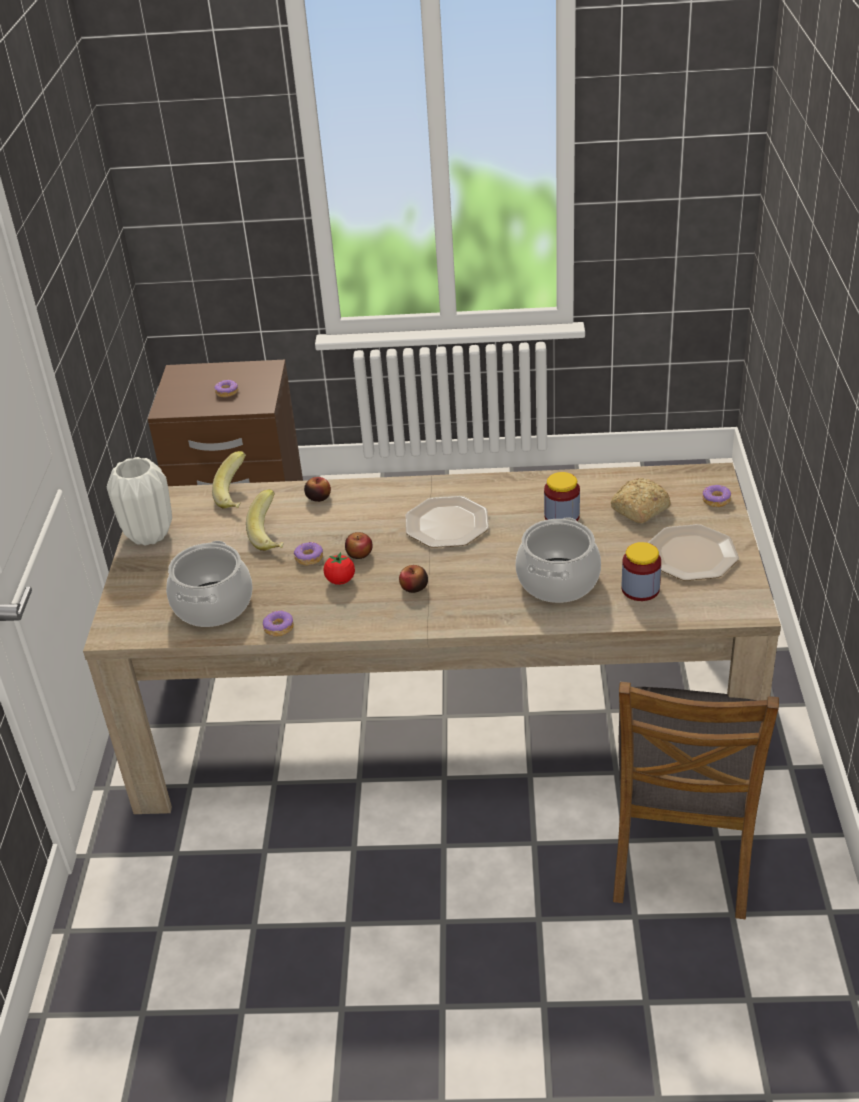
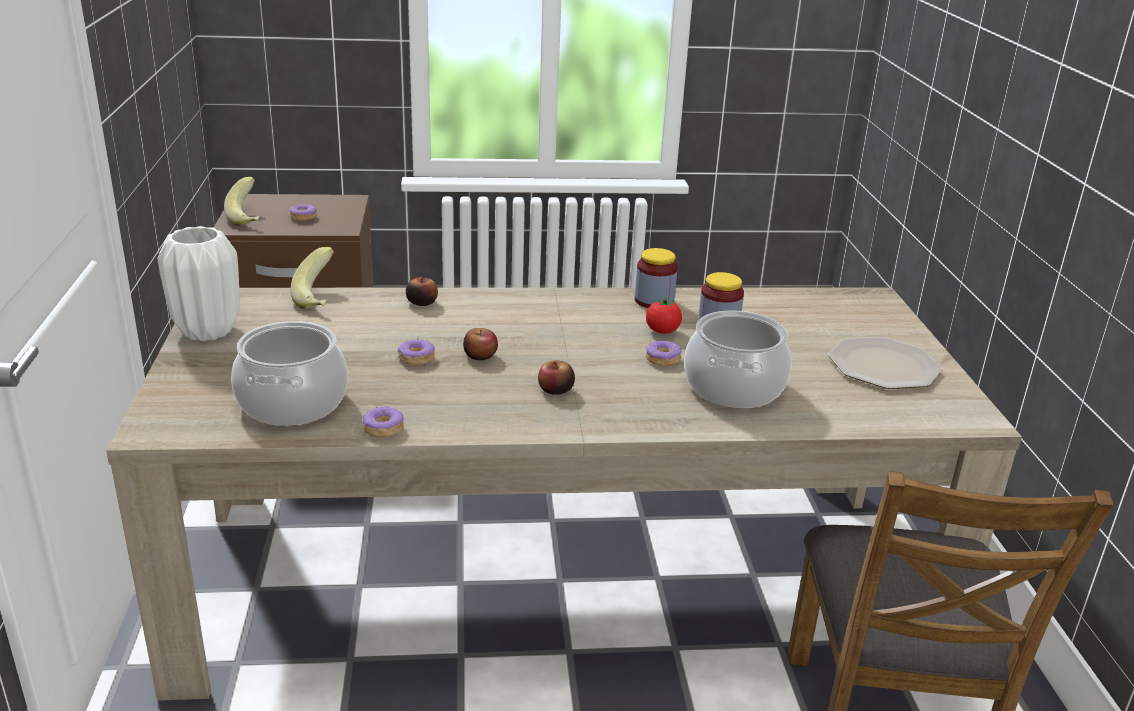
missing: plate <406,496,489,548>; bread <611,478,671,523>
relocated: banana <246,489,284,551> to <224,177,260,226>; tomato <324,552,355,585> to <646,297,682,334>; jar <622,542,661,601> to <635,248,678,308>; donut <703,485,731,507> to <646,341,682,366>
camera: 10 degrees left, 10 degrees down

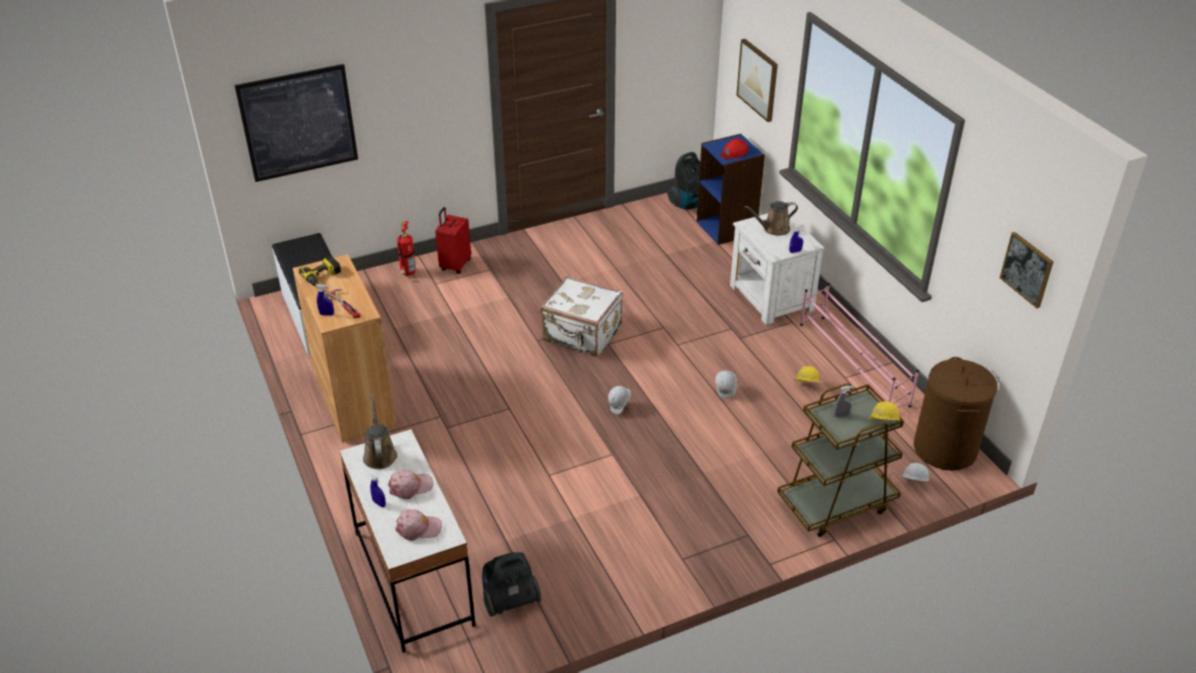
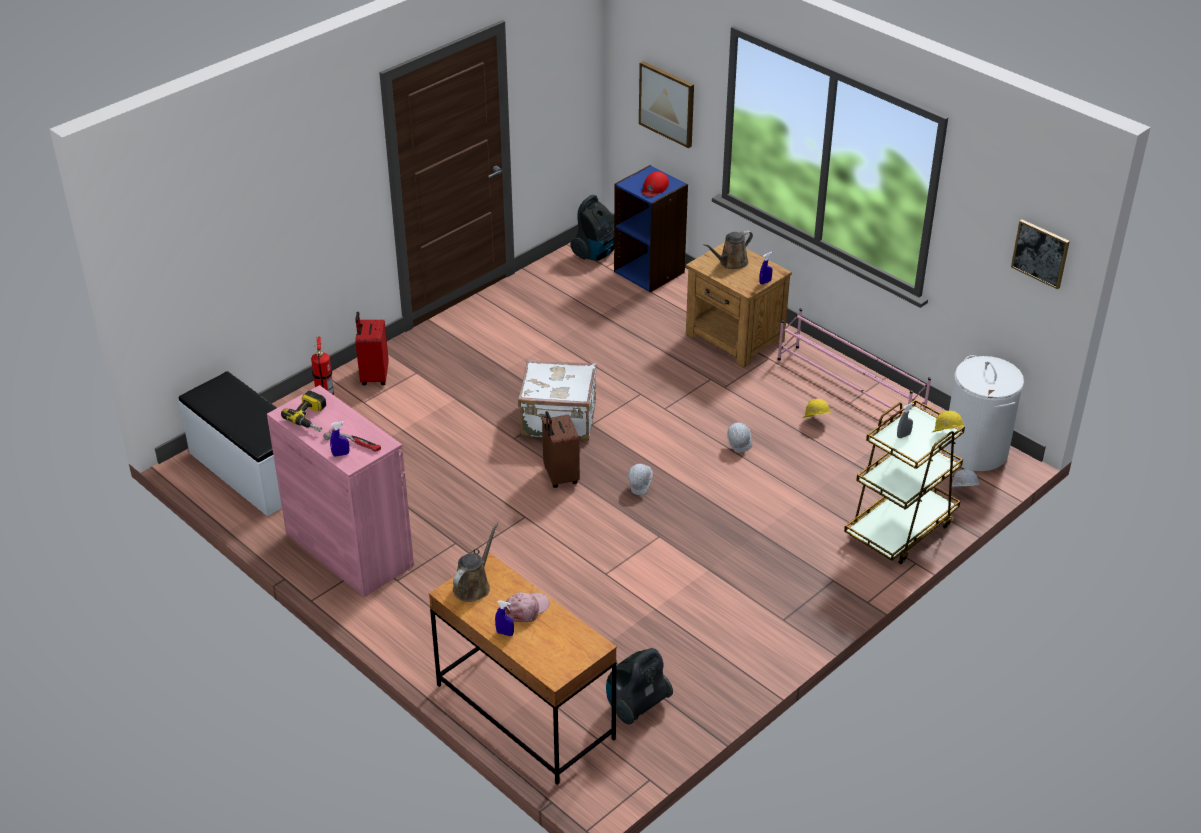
missing: picture <235,64,358,182>; cap in pink <396,509,442,541>
appeared: suitcase in brown <542,411,580,488>
colour: cabinet in brown <293,254,397,443> to cabinet in pink <267,385,414,597>; desk in white <340,429,476,653> to desk in brown <429,553,617,785>; nightstand in white <730,213,825,325> to nightstand in brown <686,242,792,368>; laundry basket in brown <914,357,998,471> to laundry basket in white <944,355,1024,471>
spun: watering can in brown <363,393,397,469> = <453,522,498,602> 60 degrees clockwise
camera: 20 degrees left, 0 degrees up

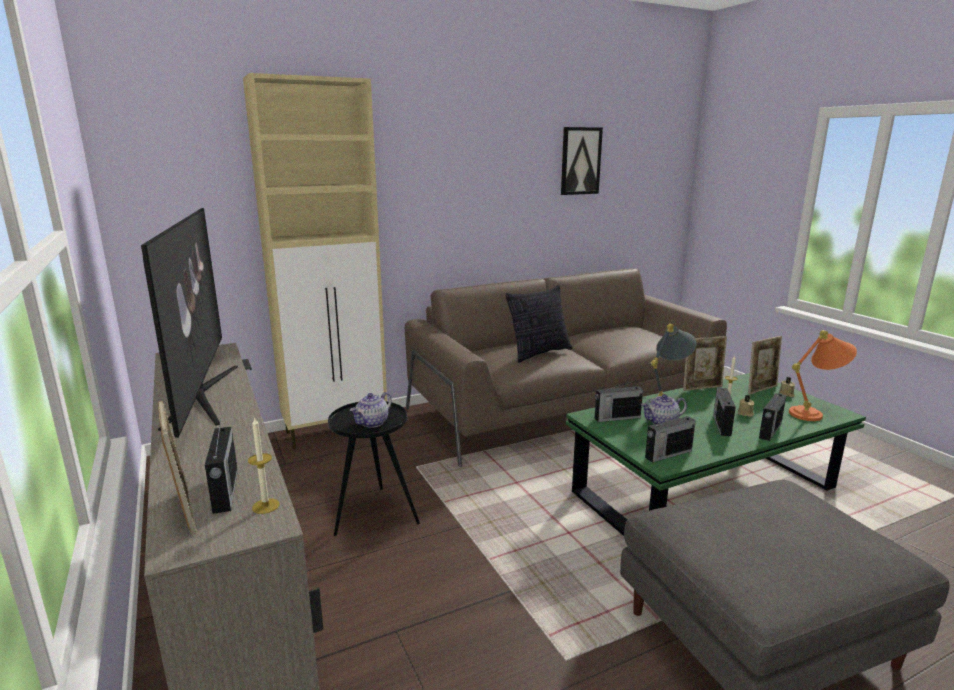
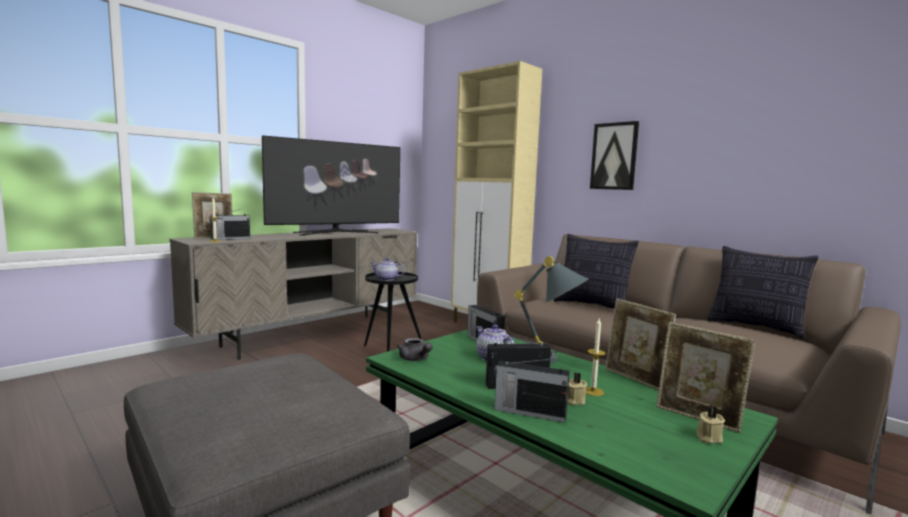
missing: table lamp in orange <789,330,857,421>
appeared: pillow <707,246,819,339>
relocated: picture <561,127,603,195> to <590,121,639,190>
exchanged: radio <645,410,696,463> to teapot in grey <397,338,433,361>
camera: 70 degrees right, 10 degrees down

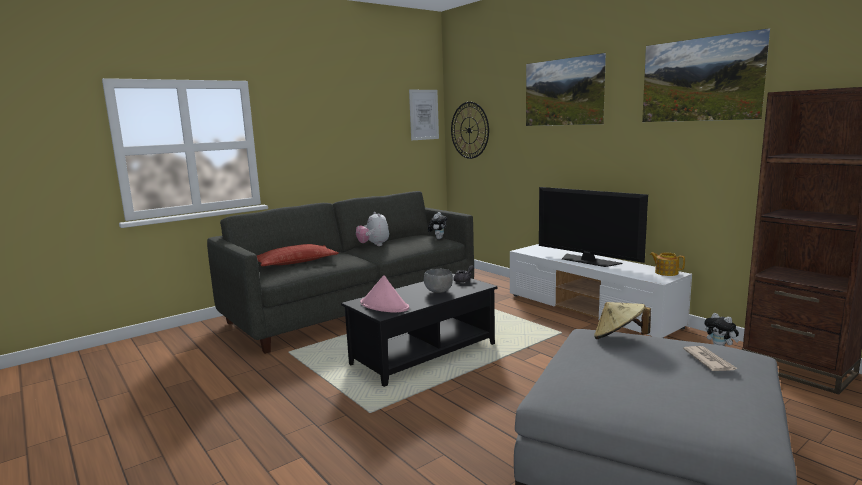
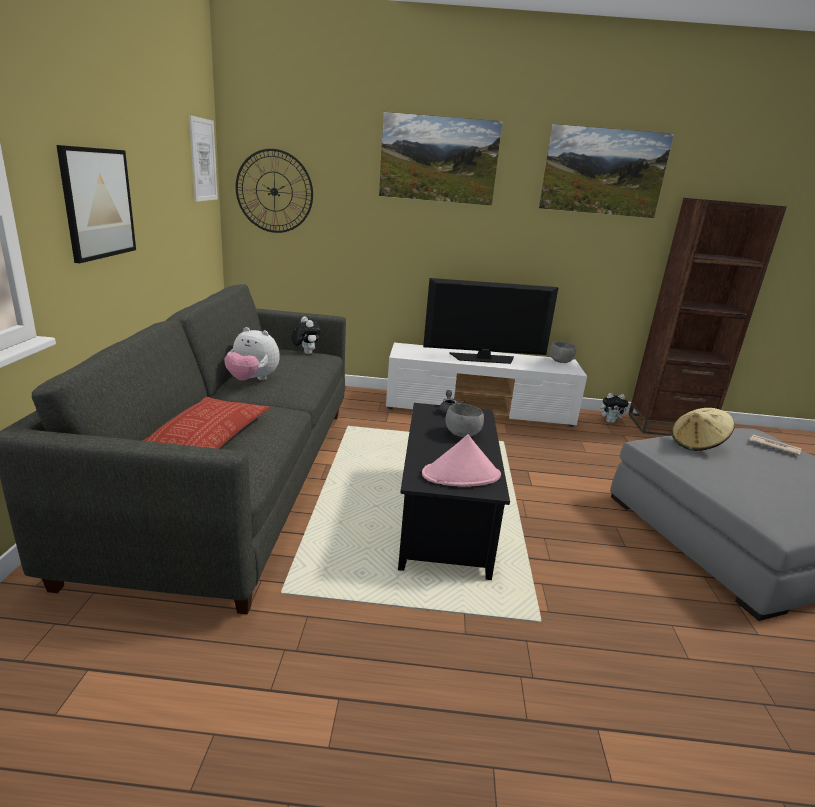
appeared: picture <56,145,136,263>
exchanged: teapot <650,252,685,276> to bowl in grey <549,341,577,363>
camera: 50 degrees left, 10 degrees up

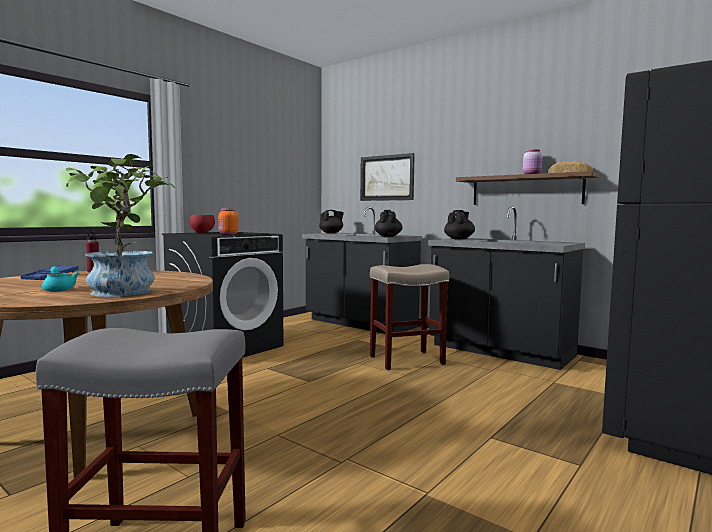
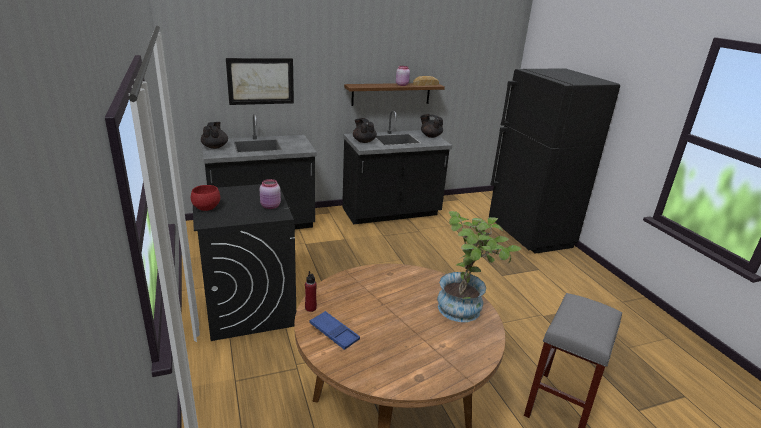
missing: teapot in turquoise <42,266,80,292>; stool in beige <370,264,449,370>
relocated: teapot in black <375,210,403,237> to <420,114,443,138>
colour: jar in orange <218,209,238,235> to jar in pink <260,179,281,209>
camera: 60 degrees left, 20 degrees up

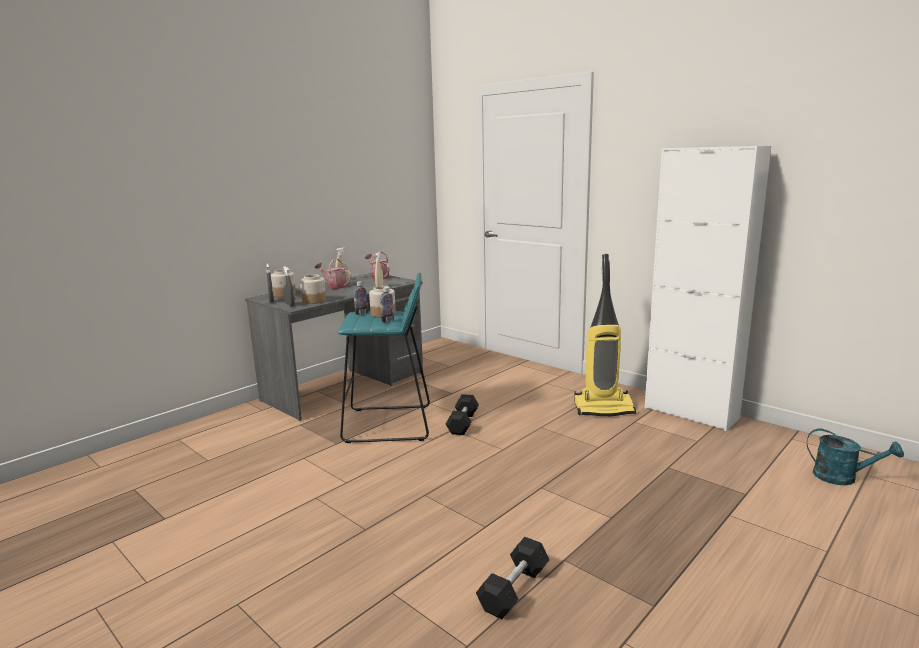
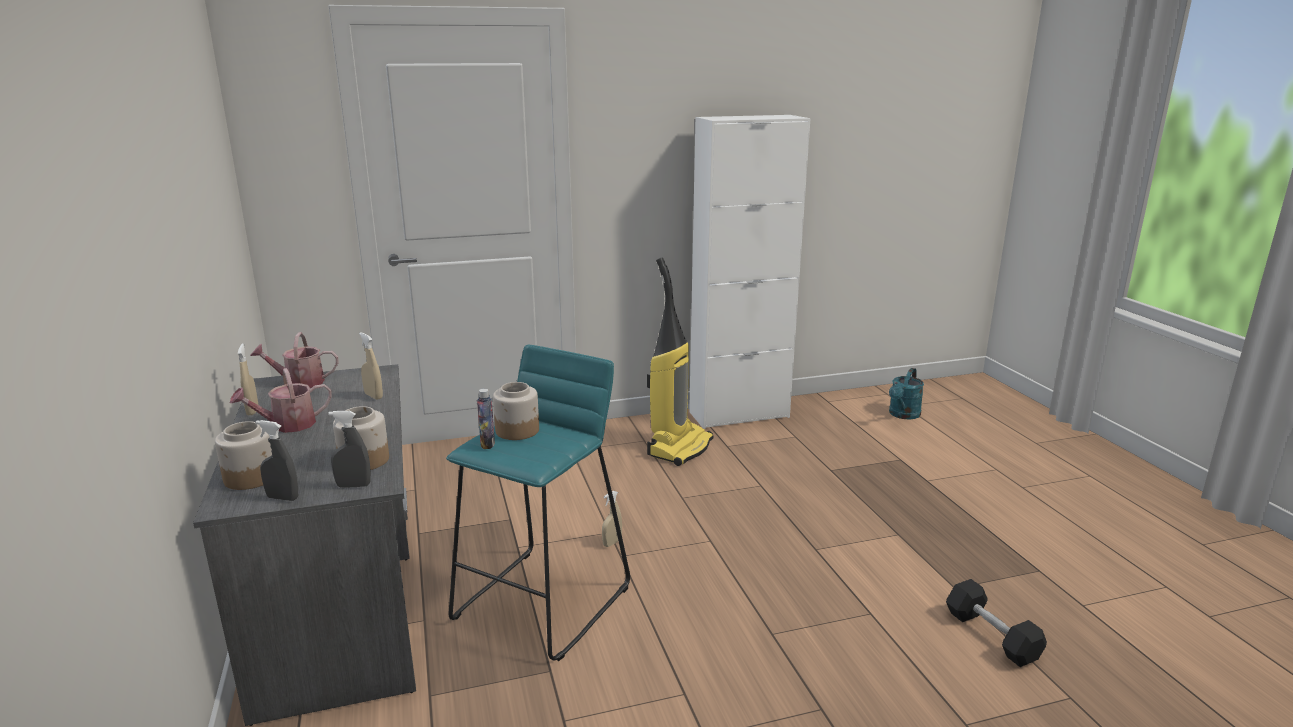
missing: bottle <380,287,394,323>
exchanged: dumbbell in black <446,394,479,435> to spray bottle in beige <602,491,622,547>
spun: watering can in turquoise <807,429,904,486> = <889,368,924,420> 150 degrees clockwise
camera: 60 degrees left, 5 degrees up

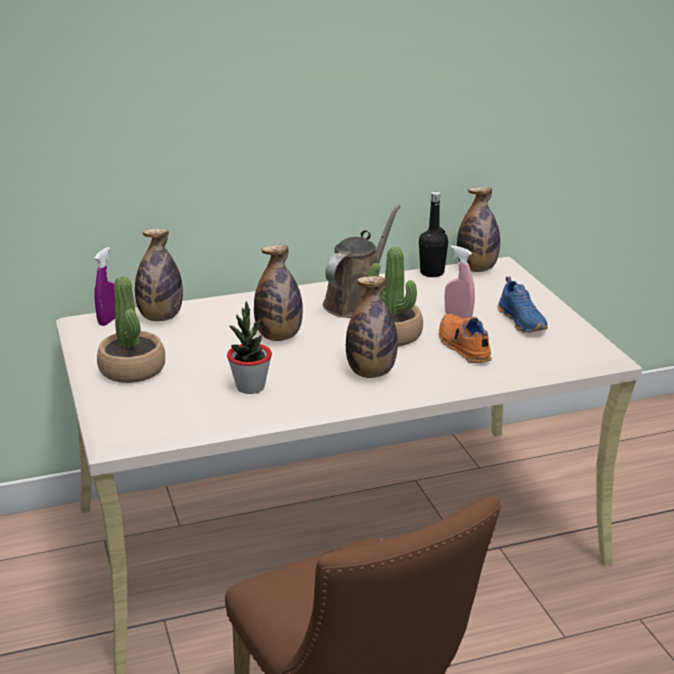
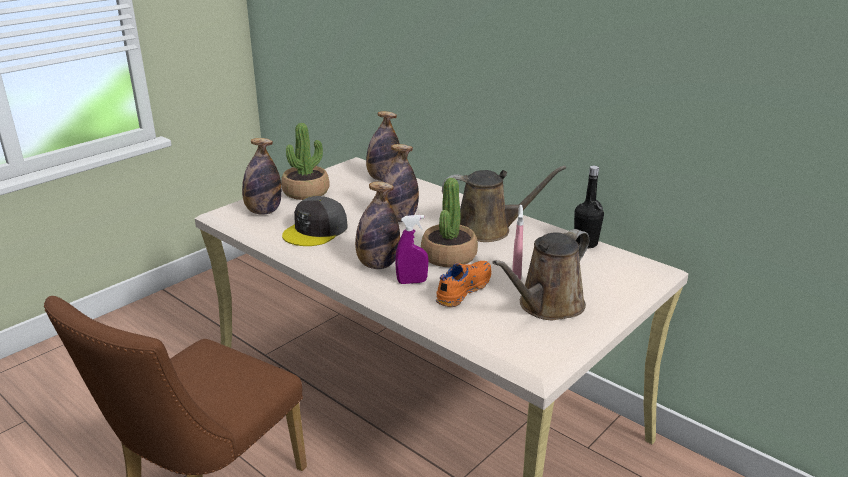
relocated: spray bottle in purple <94,247,115,326> to <395,215,429,284>; bottle <457,187,500,272> to <242,138,282,215>
exchanged: potted plant <227,301,272,394> to cap in grey <282,196,347,246>; shoe in blue <497,276,548,333> to watering can in brown <493,229,589,320>
camera: 60 degrees right, 0 degrees up

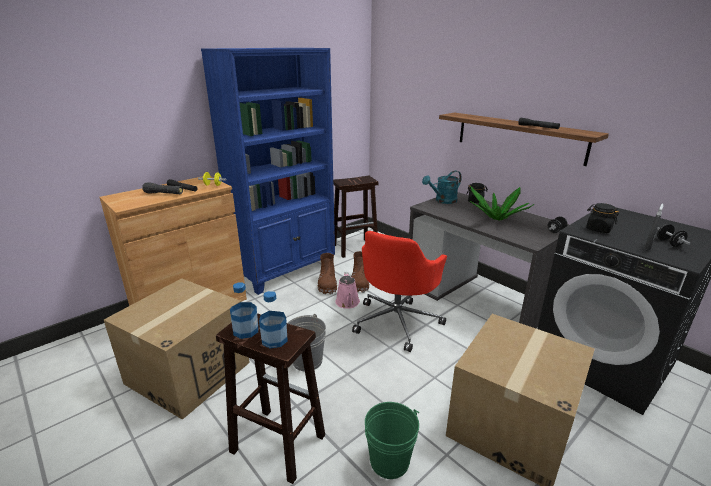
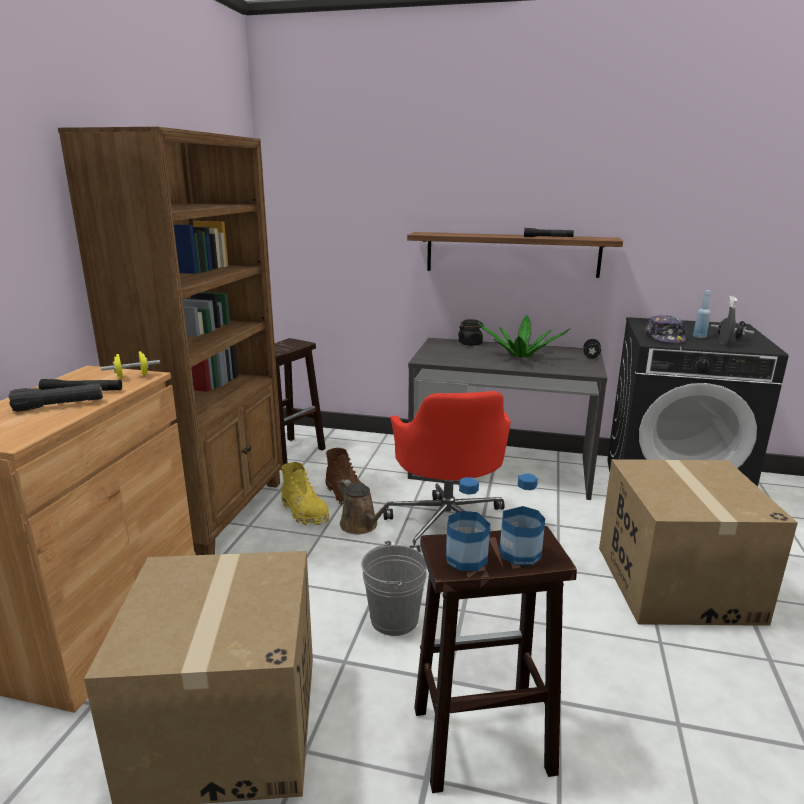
missing: bucket in green <365,402,419,479>; watering can in turquoise <422,171,462,204>
appeared: bottle in blue <693,290,711,338>
exchanged: jar in black <586,203,619,233> to cap <645,315,686,343>
colour: bookcase in blue <201,48,335,295> to bookcase in brown <58,127,283,555>; boot in brown <318,253,337,295> to boot in yellow <281,462,329,526>; watering can in pink <335,272,360,309> to watering can in brown <339,479,393,534>
camera: 35 degrees left, 5 degrees down

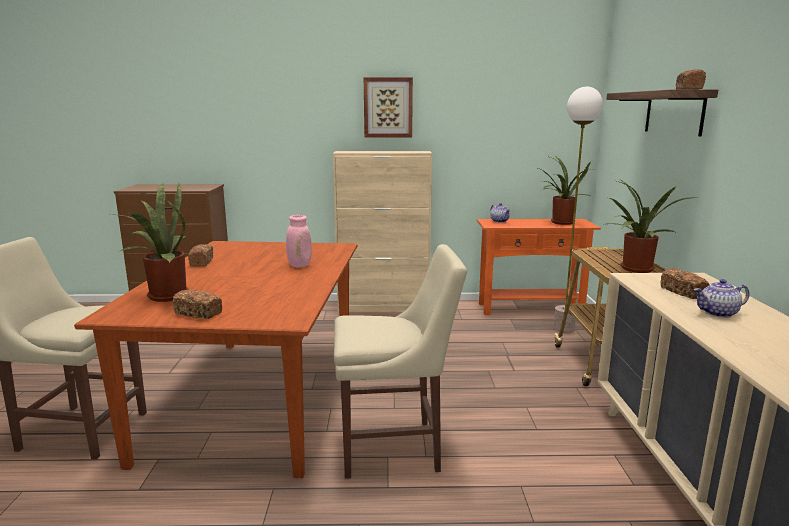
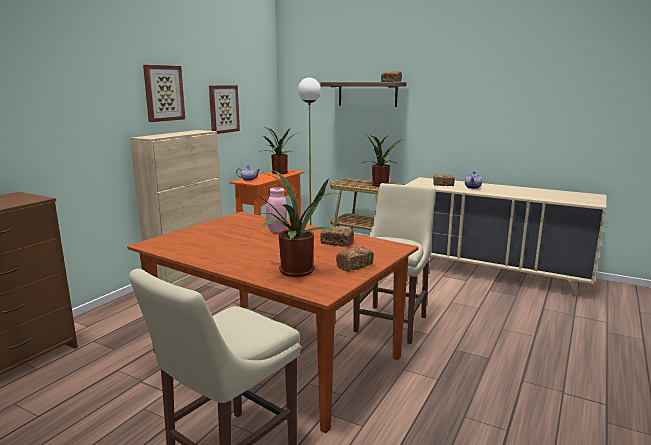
appeared: picture <209,85,240,134>
relocated: bread <188,244,213,267> to <320,227,354,247>
camera: 60 degrees left, 0 degrees up

